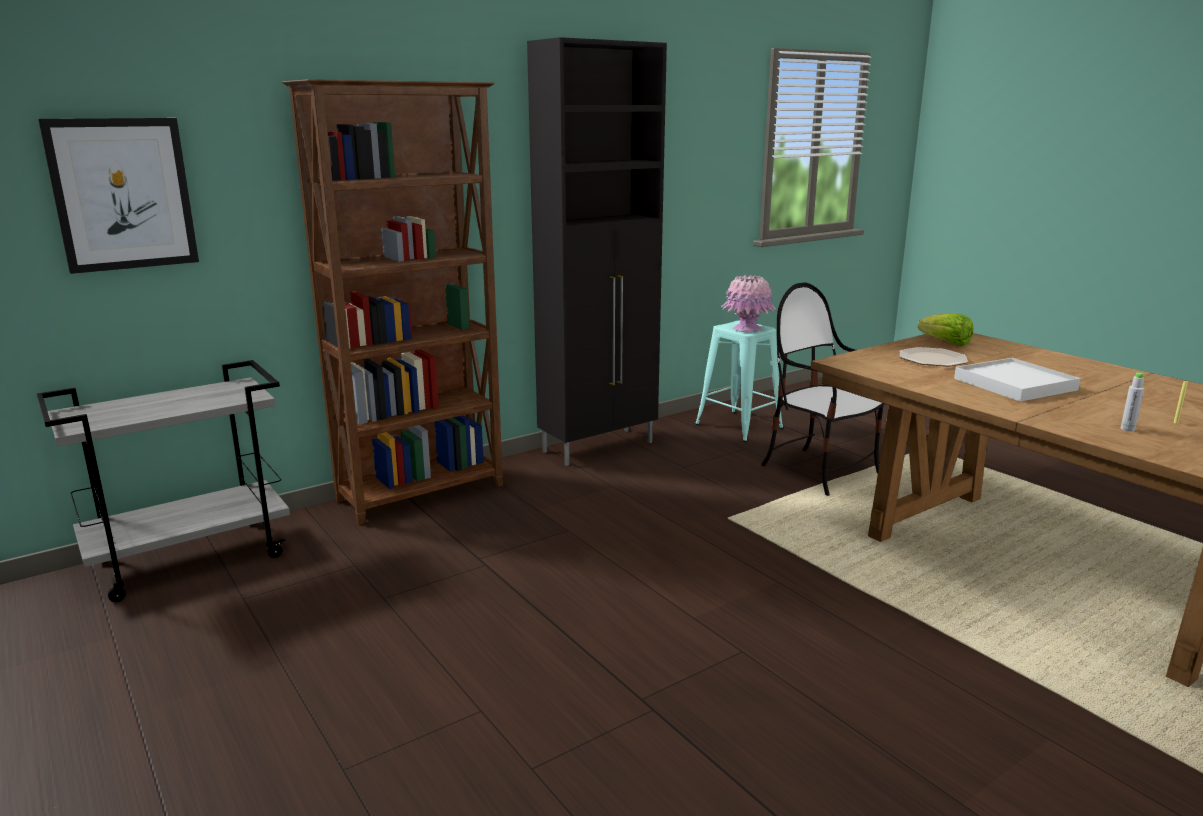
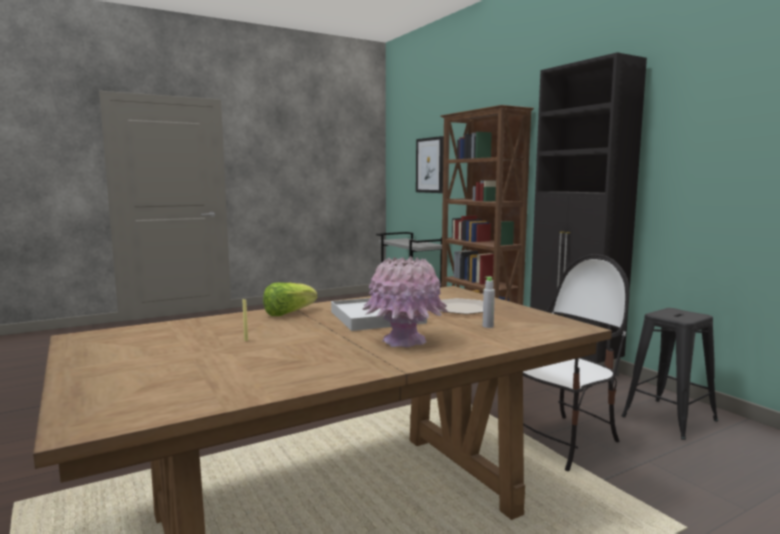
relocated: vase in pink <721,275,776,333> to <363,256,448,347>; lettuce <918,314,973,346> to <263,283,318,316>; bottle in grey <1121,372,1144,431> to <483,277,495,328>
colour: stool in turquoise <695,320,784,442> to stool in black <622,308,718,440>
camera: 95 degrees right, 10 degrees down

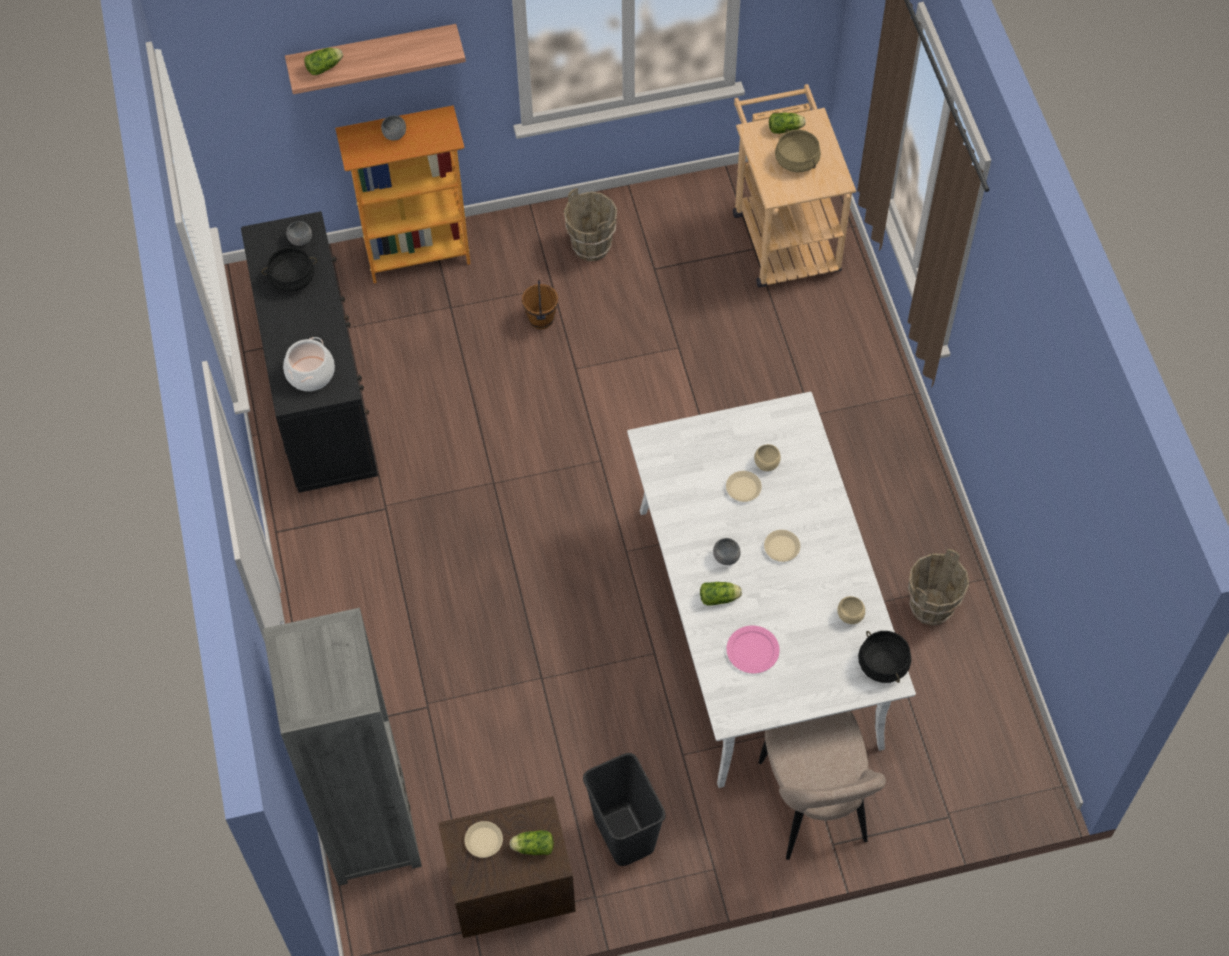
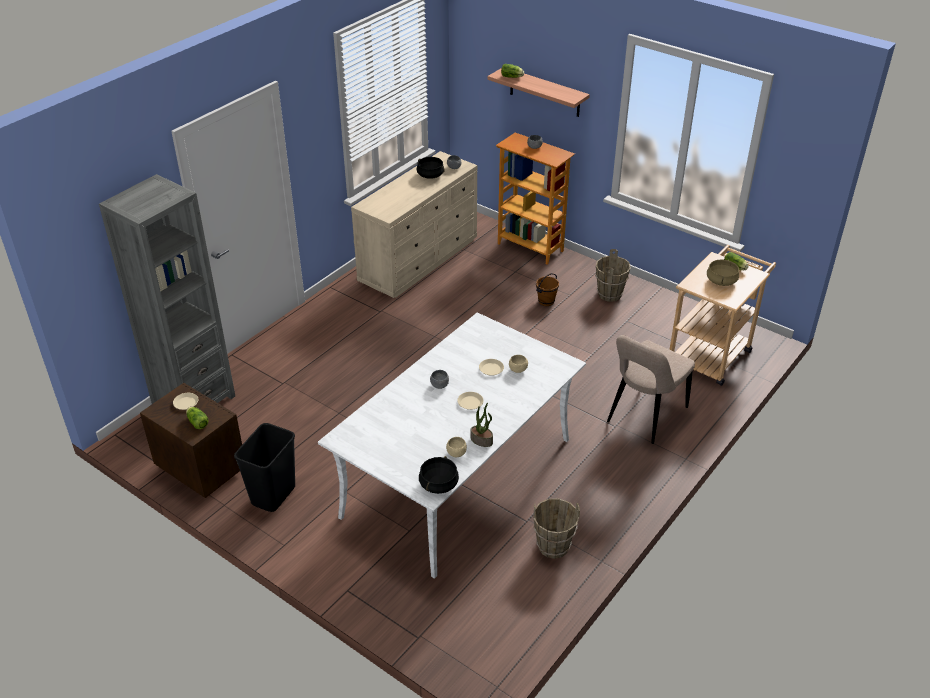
missing: cooking pot <283,337,335,391>; lettuce <700,582,742,606>; plate in pink <727,625,780,673>
appeared: potted plant <471,403,493,447>
relocated: chair in beige <758,711,886,860> to <607,335,695,444>
colour: dresser in black <241,211,378,493> to dresser in beige <351,151,477,298>
camera: 50 degrees right, 20 degrees down

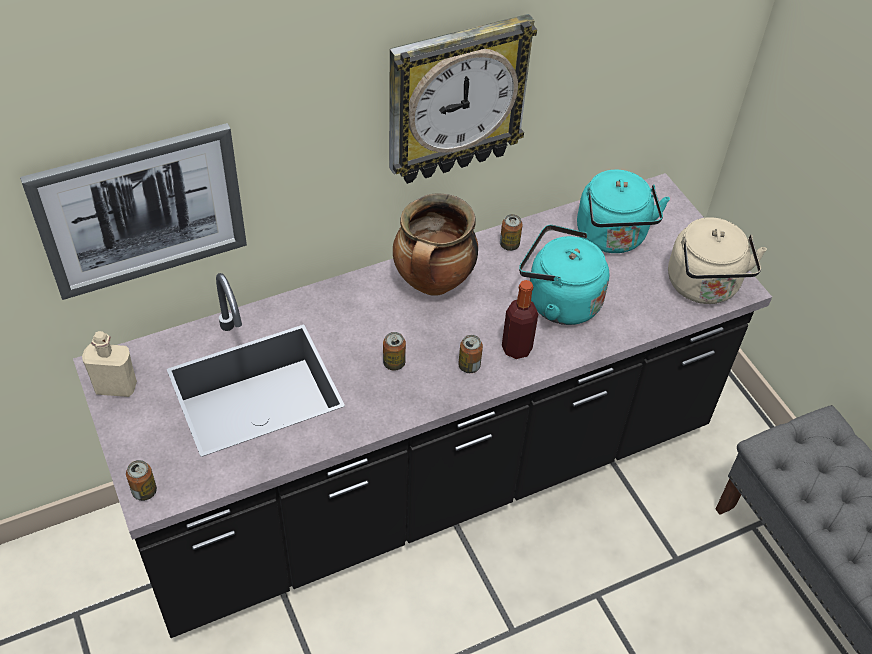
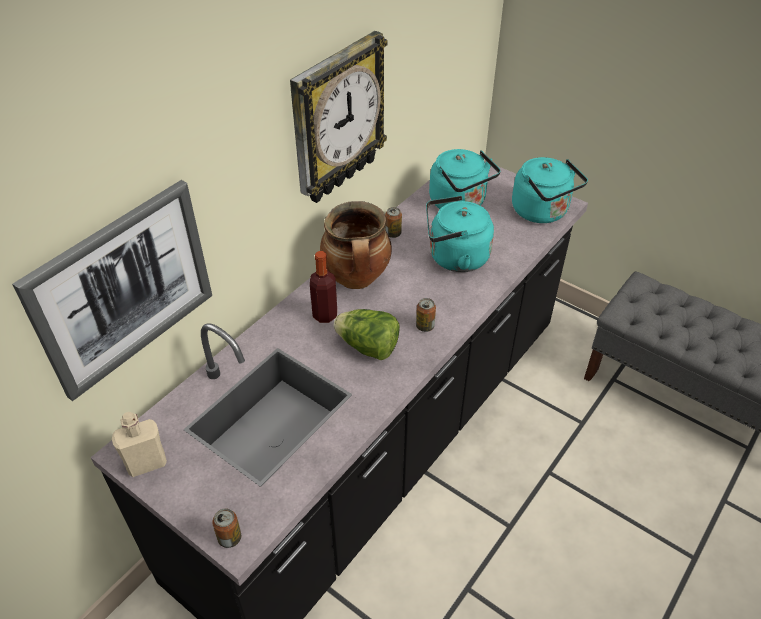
relocated: bottle <502,280,538,359> to <310,251,337,323>
exchanged: can <383,332,406,371> to lettuce <334,309,400,360>
colour: kettle in beige <668,217,767,304> to kettle in turquoise <512,157,588,223>
camera: 25 degrees left, 5 degrees down

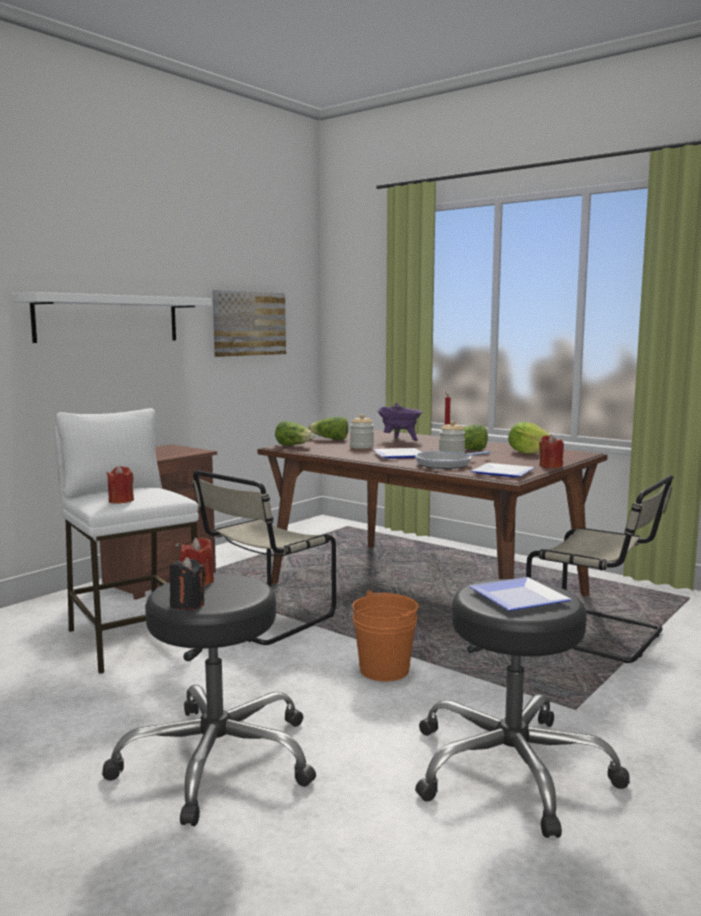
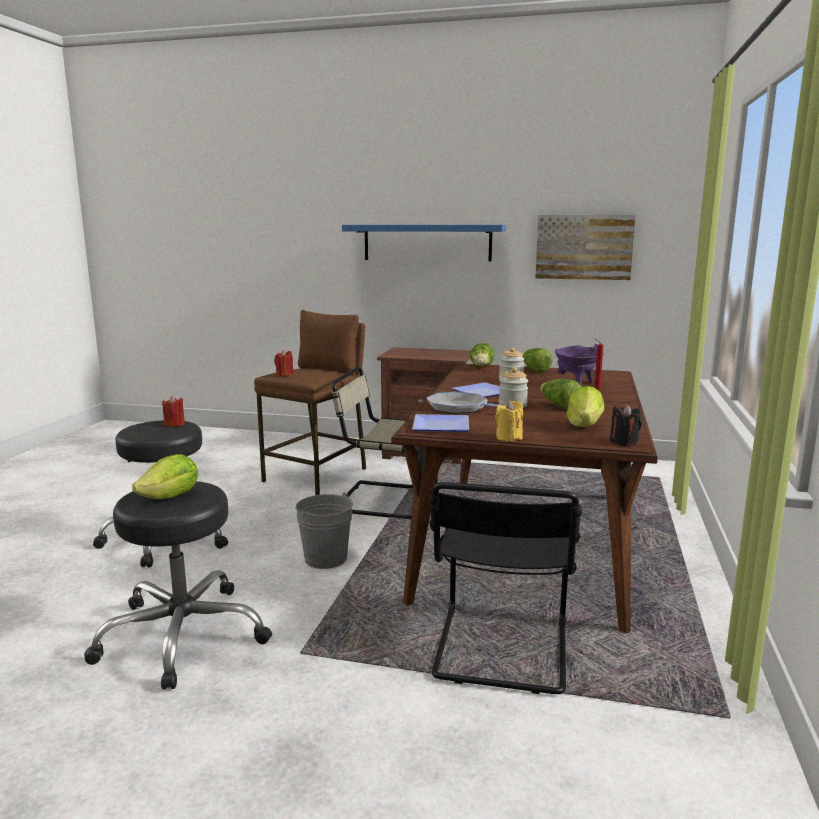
relocated: candle in black <169,557,206,610> to <610,404,642,446>
exchanged: plate <469,577,572,611> to lettuce <132,454,198,499>
colour: shelf in white <12,292,212,343> to shelf in blue <342,225,506,262>; stool in white <54,408,199,674> to stool in brown <254,310,366,495>; bucket in orange <352,591,419,681> to bucket in grey <296,492,353,569>; chair in beige <526,475,674,663> to chair in black <429,482,582,694>; candle in red <539,434,564,468> to candle in yellow <495,400,523,442>
camera: 65 degrees right, 5 degrees up

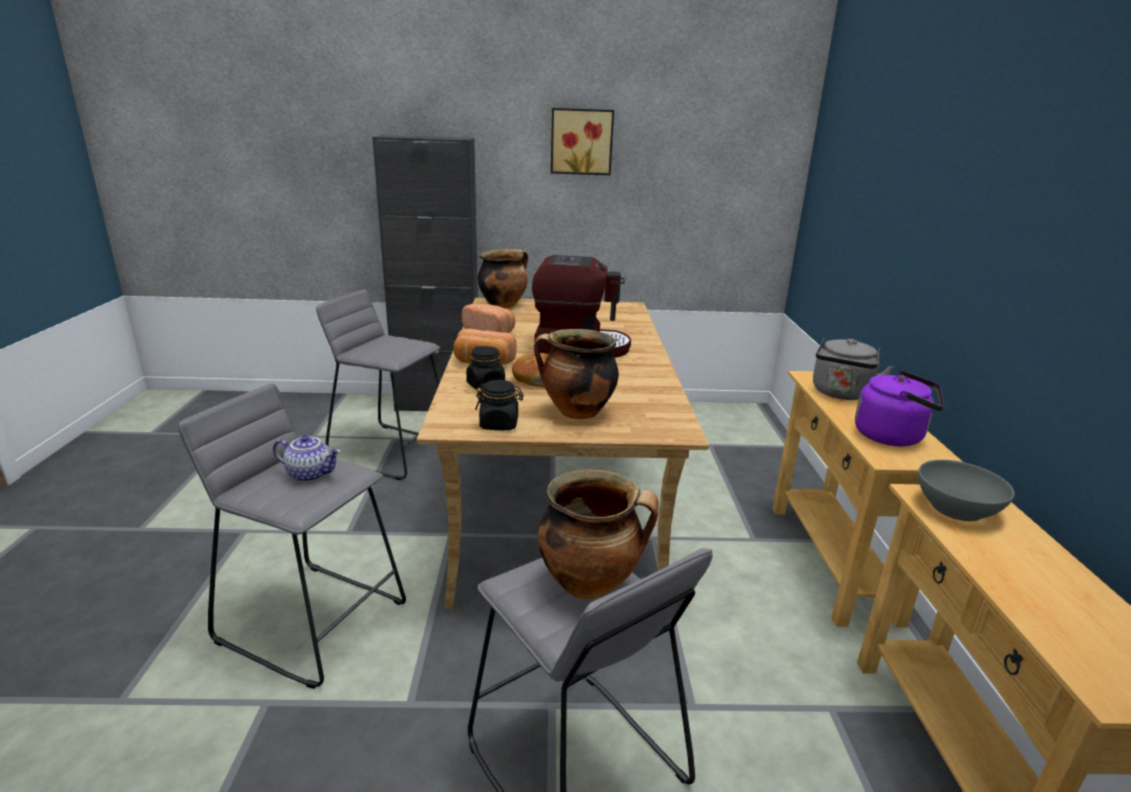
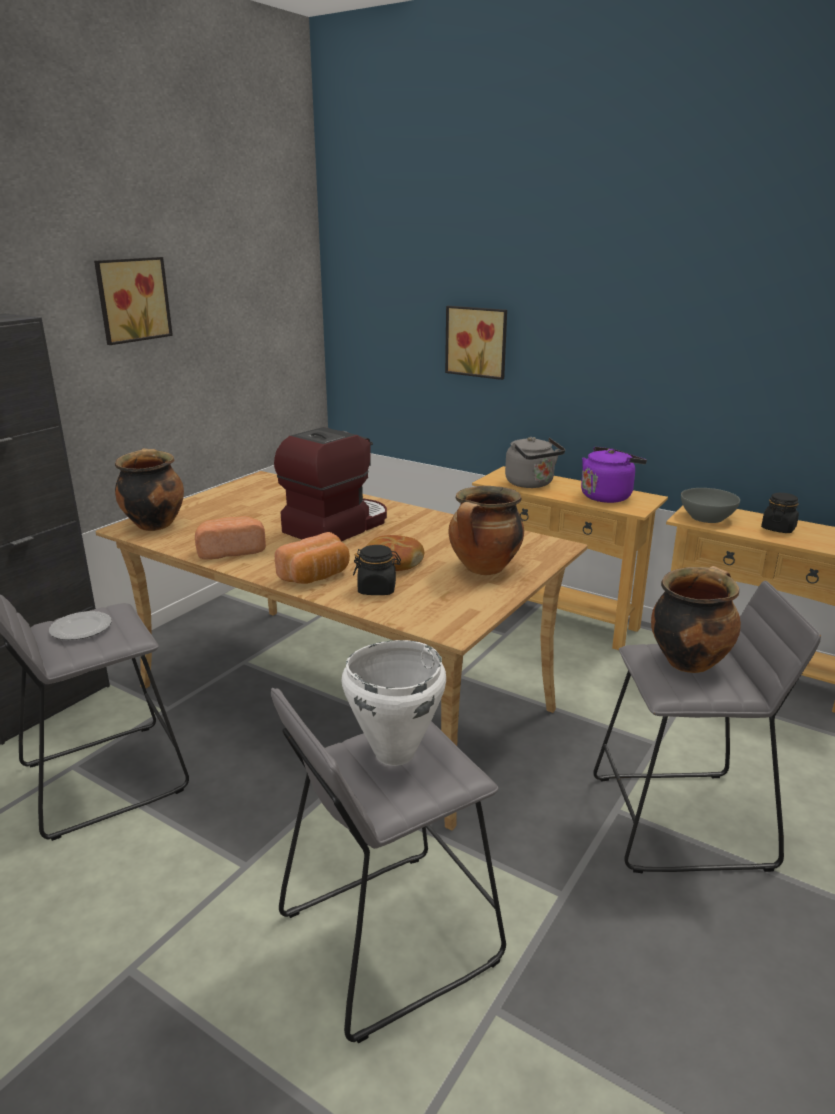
appeared: plate <49,611,112,640>; picture <445,306,507,380>
relocated: jar in black <475,380,524,430> to <761,493,799,533>
exchanged: teapot <273,435,341,482> to cooking pot in white <342,640,446,766>
camera: 55 degrees left, 0 degrees up

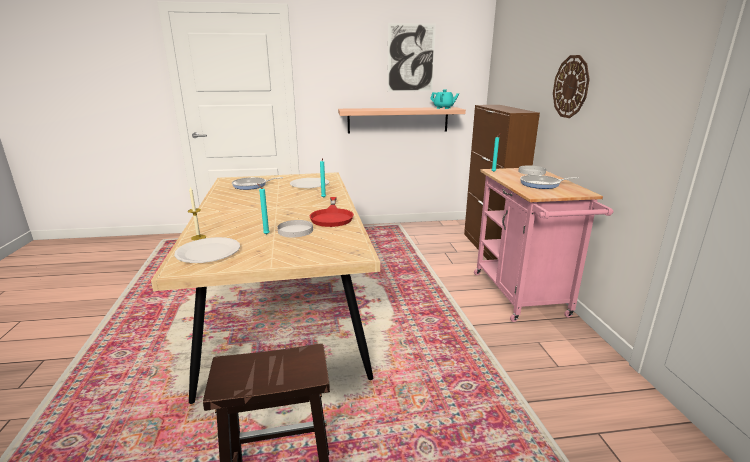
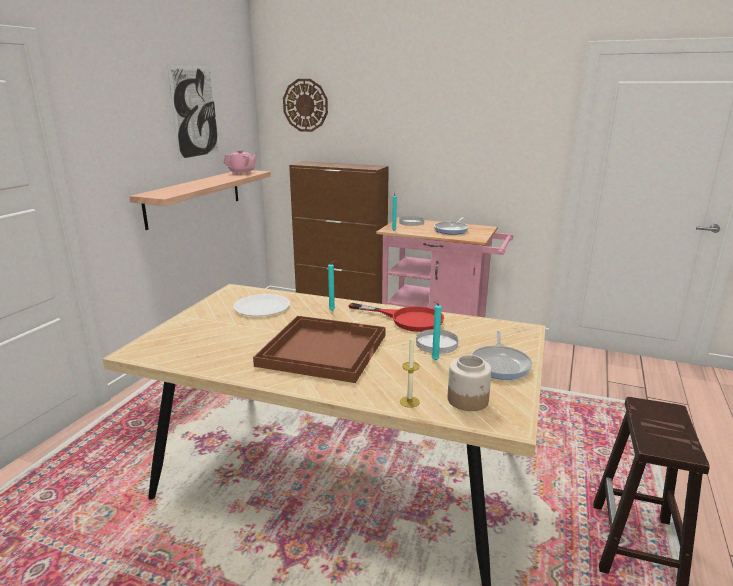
appeared: tray in brown <253,316,386,383>
relocated: frying pan <232,177,283,190> to <471,331,532,380>; wall clock <553,55,590,118> to <283,79,328,132>
exchanged: plate in white <174,237,240,263> to jar <448,355,492,411>
colour: teapot in turquoise <430,89,459,109> to teapot in pink <224,150,258,175>
camera: 60 degrees left, 0 degrees up

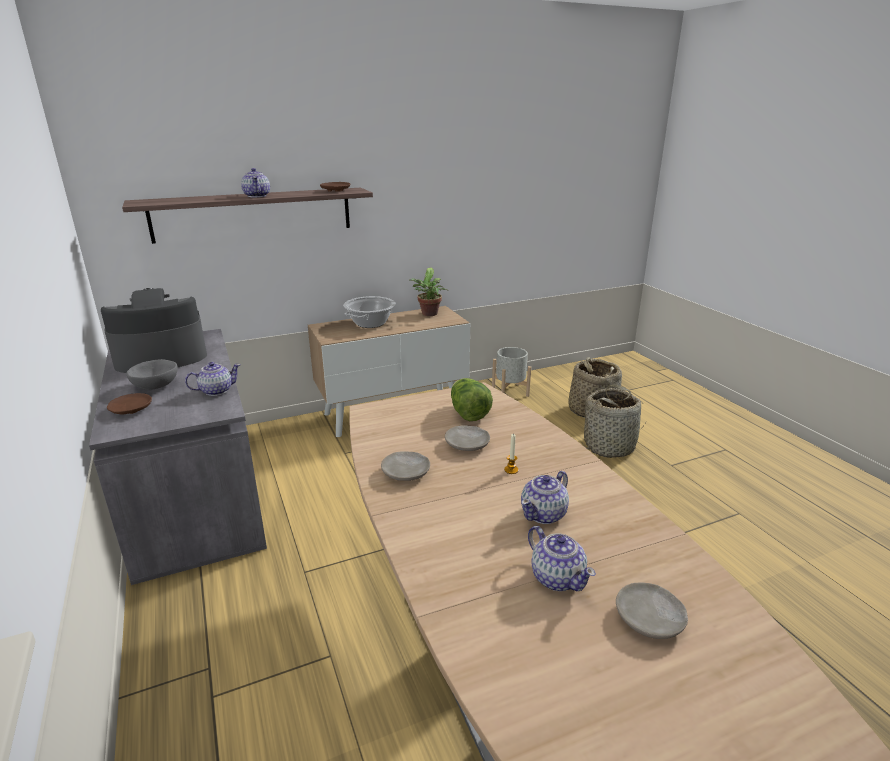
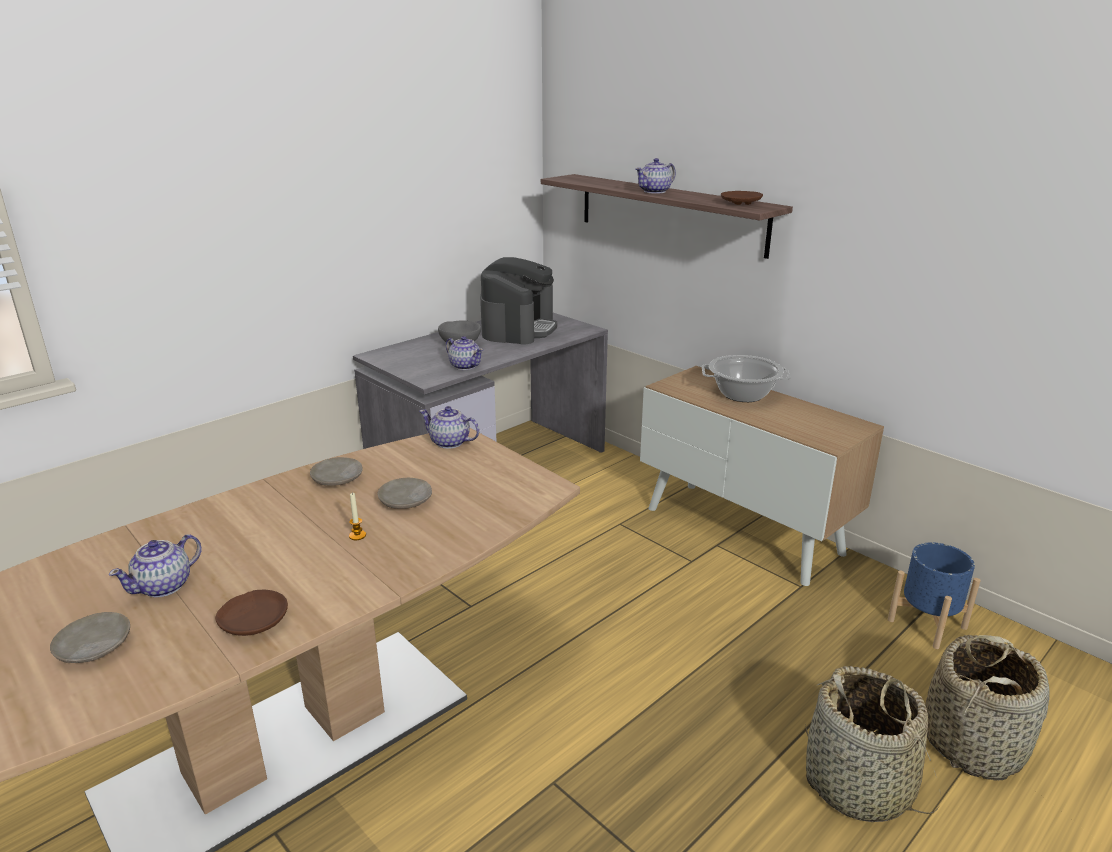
missing: potted plant <409,268,448,316>; lettuce <451,378,493,421>
relocated: plate in brown <107,393,152,414> to <215,590,288,636>; teapot <521,471,569,524> to <419,406,480,449>
colour: planter in grey <492,347,531,397> to planter in blue <888,542,981,649>
spun: coffee machine <101,288,207,373> = <480,257,557,345> 60 degrees clockwise
camera: 70 degrees right, 0 degrees up

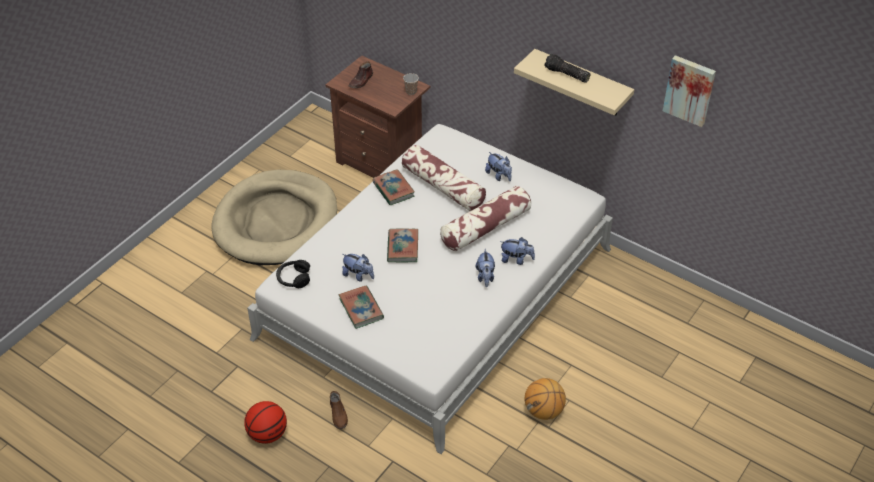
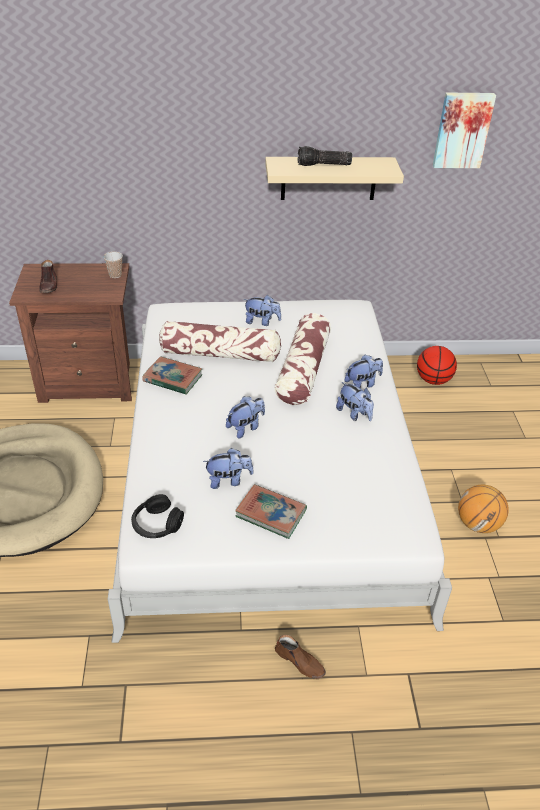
relocated: basketball <244,401,287,444> to <417,346,457,385>
exchanged: book <387,228,418,262> to plush toy <226,396,265,438>
camera: 40 degrees left, 5 degrees down

